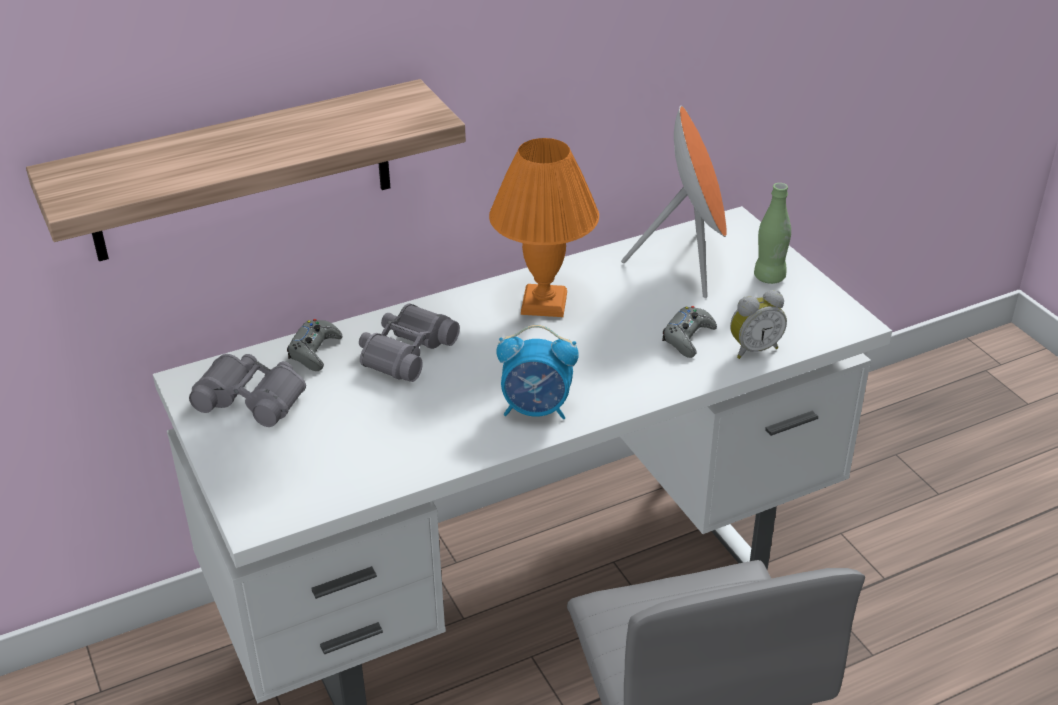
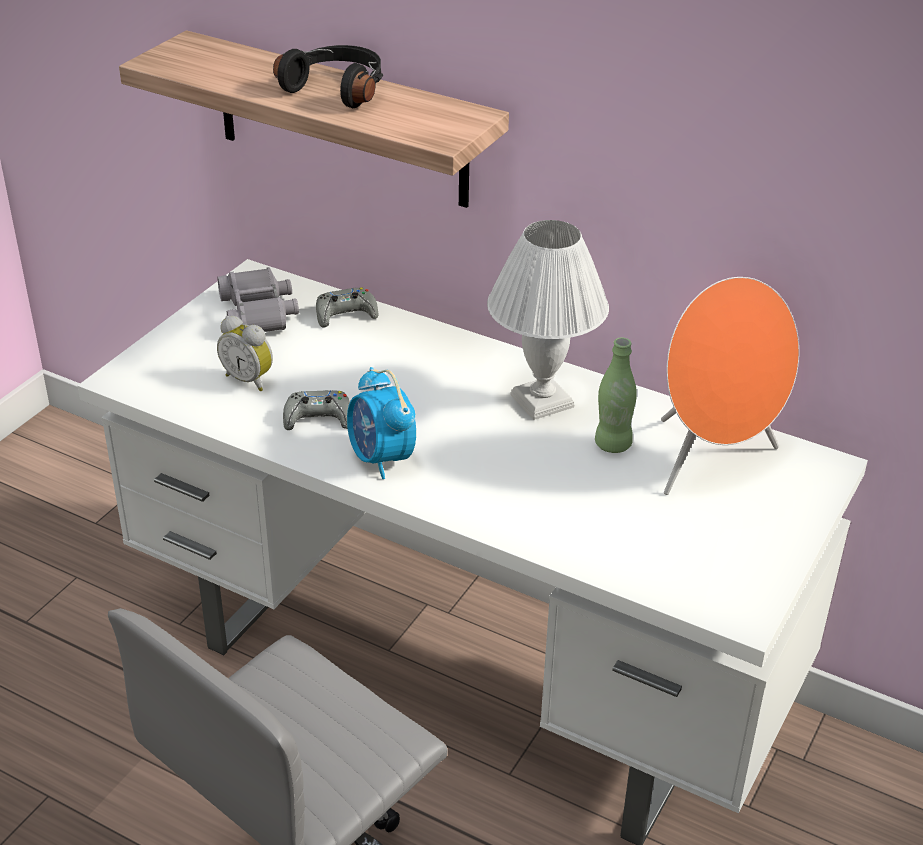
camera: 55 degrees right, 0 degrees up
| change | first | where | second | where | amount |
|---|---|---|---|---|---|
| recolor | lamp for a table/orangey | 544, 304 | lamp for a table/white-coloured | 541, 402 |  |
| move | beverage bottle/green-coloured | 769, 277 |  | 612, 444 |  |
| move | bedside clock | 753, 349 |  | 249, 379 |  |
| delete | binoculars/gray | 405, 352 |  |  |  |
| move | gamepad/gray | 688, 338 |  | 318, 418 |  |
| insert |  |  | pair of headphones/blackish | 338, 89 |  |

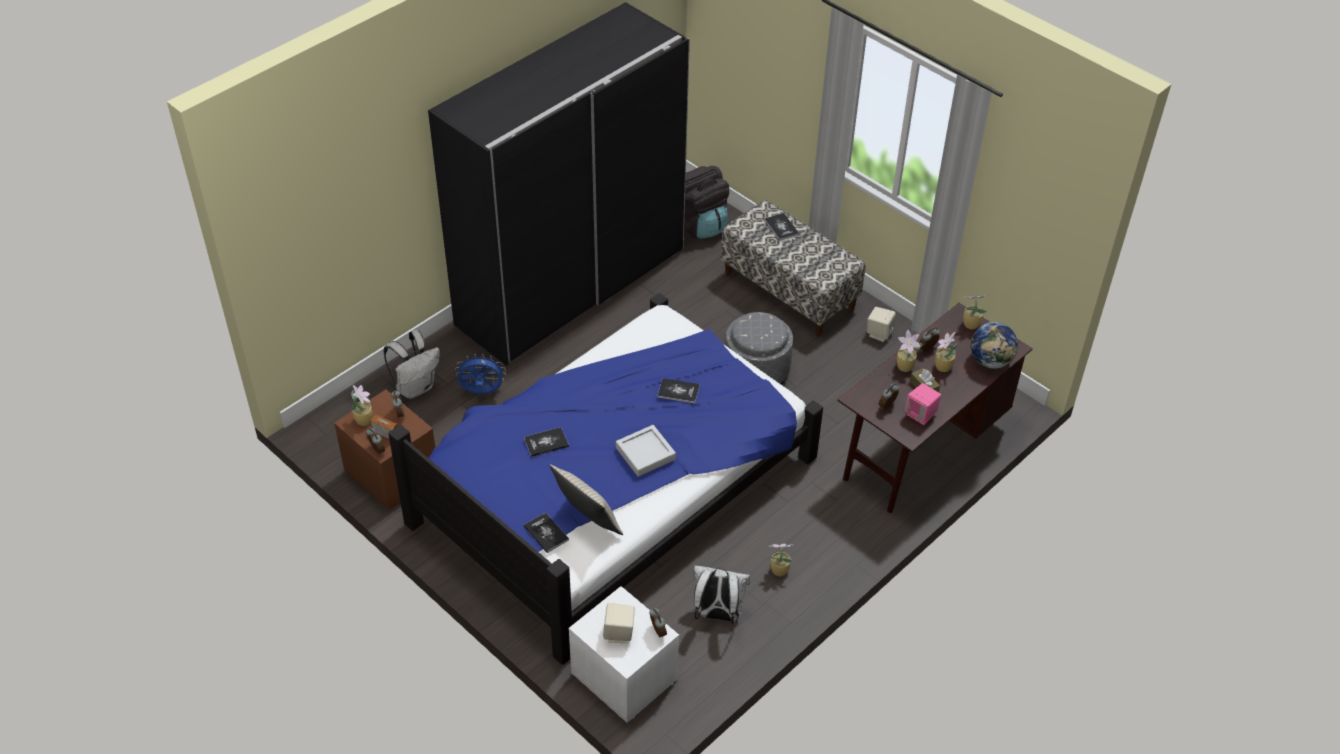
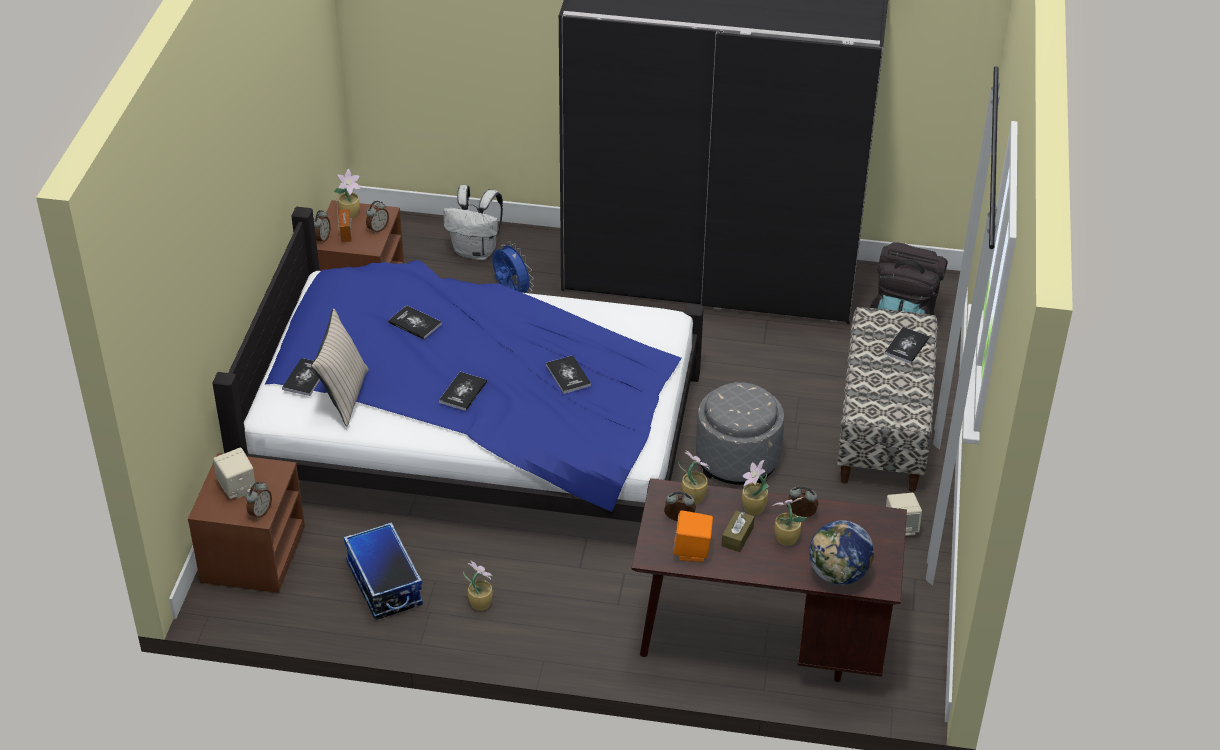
camera: 55 degrees right, 5 degrees down
| change | first | where | second | where | amount |
|---|---|---|---|---|---|
| move | potted plant | 970, 324 |  | 693, 496 |  |
| recolor | audio speaker/pinkish | 920, 415 | audio speaker/orangey | 692, 551 |  |
| replace | carrying tray/gray | 645, 454 | volume | 463, 392 |  |
| replace | backpack/white-coloured | 717, 614 | storage container | 383, 584 |  |
| recolor | night table/white-coloured | 622, 677 | night table/brown | 252, 554 |  |

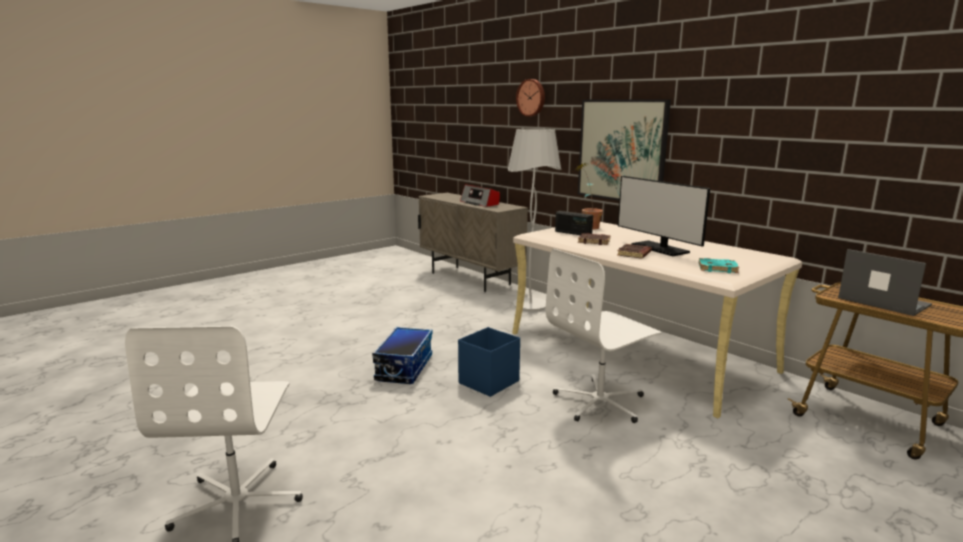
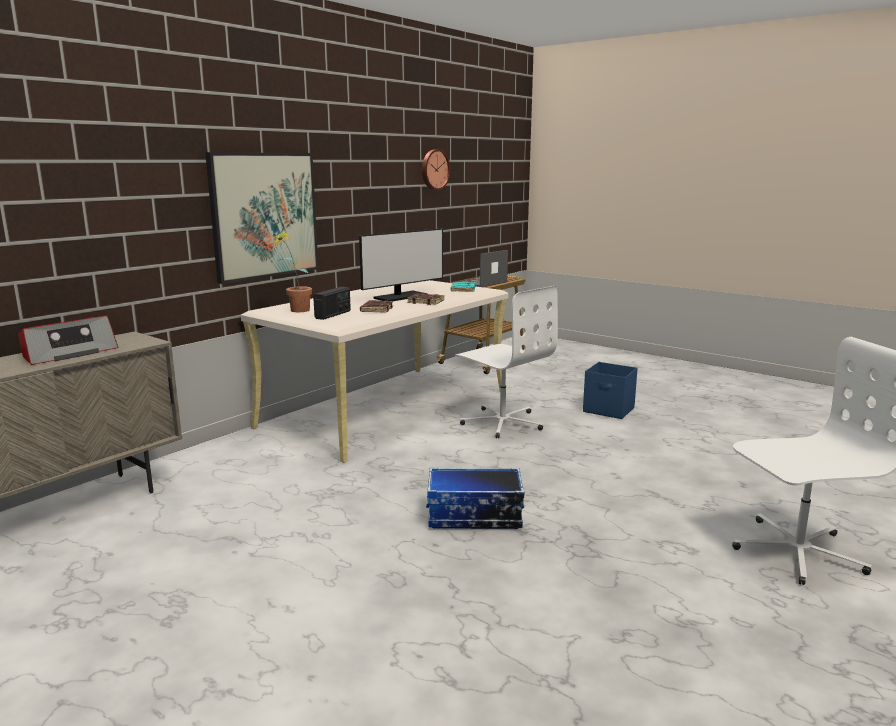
camera: 100 degrees left, 0 degrees up
| change | first | where | second | where | amount |
|---|---|---|---|---|---|
| move | hanging clock | 531, 97 |  | 434, 169 |  |
| delete | floor lamp/white-coloured | 530, 306 |  |  |  |
| move | storage container/blue | 488, 382 |  | 609, 410 |  |

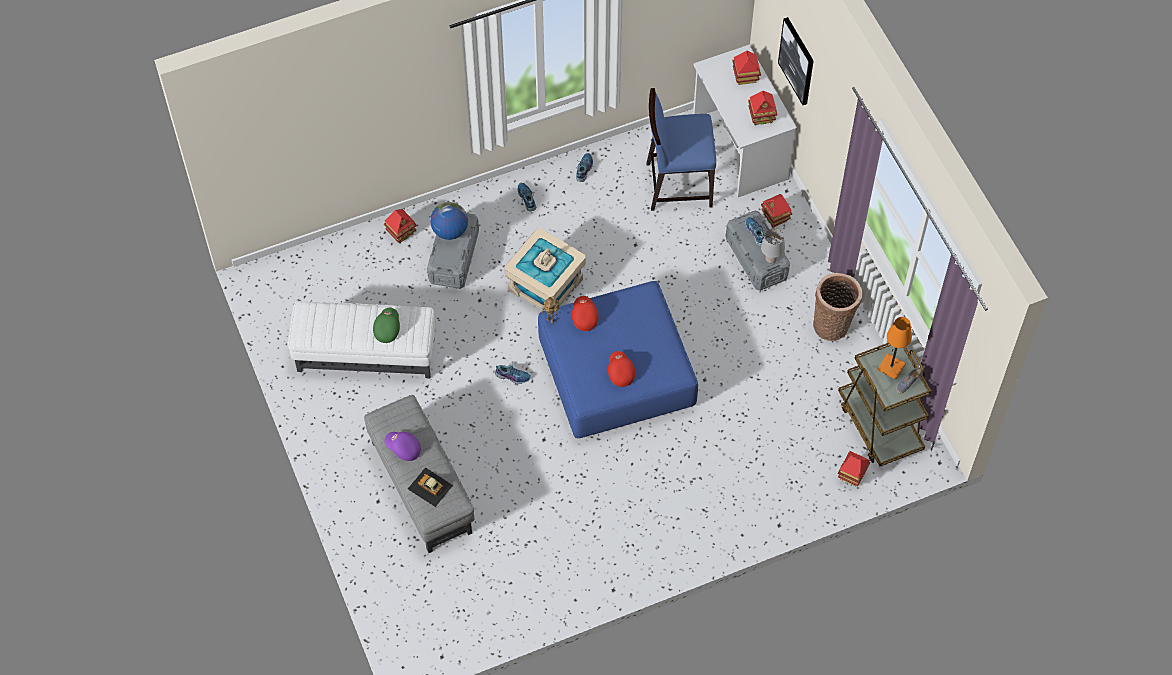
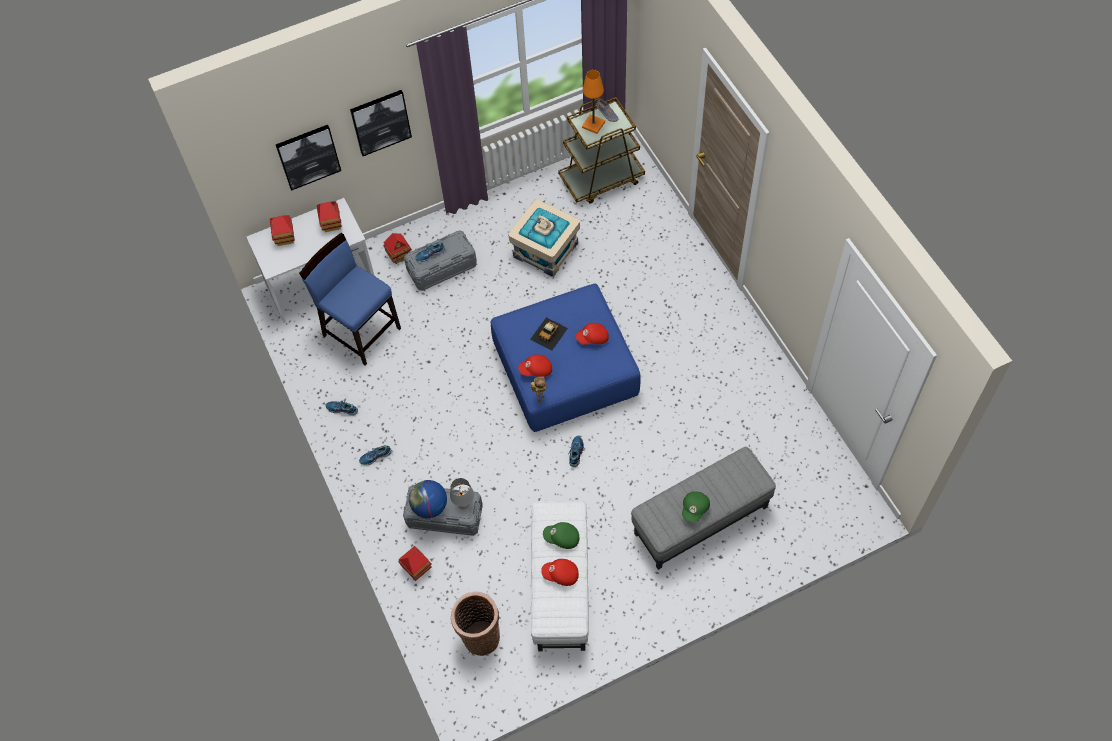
camera: 90 degrees left, 0 degrees up
| change | first | where | second | where | amount |
|---|---|---|---|---|---|
| rotate | upright chair/blue | 678, 184 |  | 361, 331 | 135 degrees clockwise |
| move | storage container/beige-coloured | 546, 285 |  | 546, 250 |  |
| move | lamp for a table/gray | 771, 259 |  | 463, 504 |  |
| move | storage basket | 832, 324 |  | 479, 636 |  |
| recolor | peaked cap/purple-coloured | 403, 448 | peaked cap/green-coloured | 695, 509 |  |
| delete | toy house | 852, 475 |  |  |  |
| move | model car | 430, 487 |  | 549, 333 |  |
| insert |  |  | picture | 380, 122 |  |
| insert |  |  | peaked cap/red | 561, 575 |  |

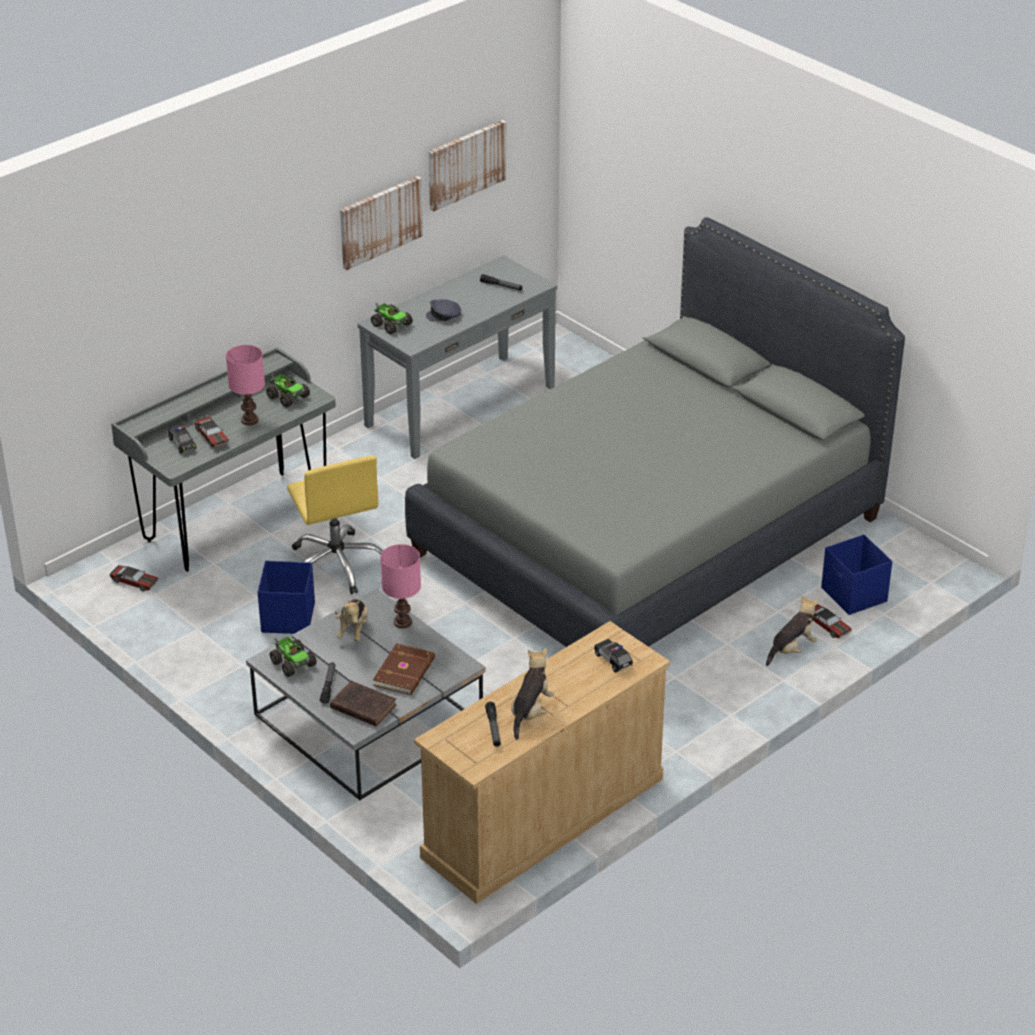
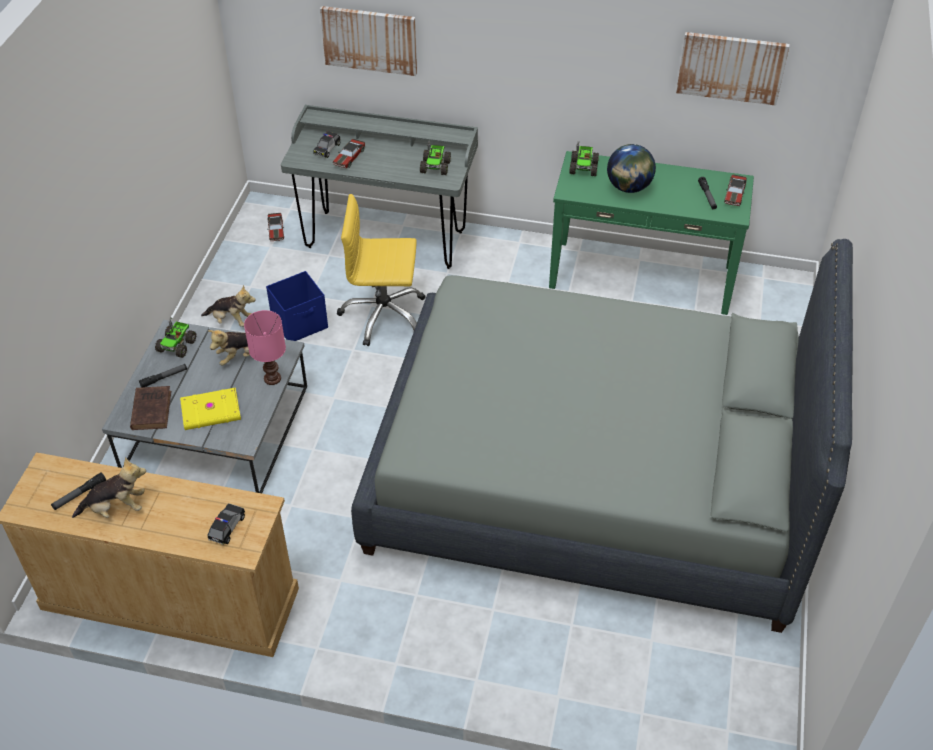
camera: 55 degrees right, 10 degrees up
| change | first | where | second | where | amount |
|---|---|---|---|---|---|
| move | picture | 380, 222 |  | 369, 40 |  |
| recolor | narrow table/gray | 460, 405 | narrow table/green-coloured | 641, 276 |  |
| replace | peaked cap/gray | 444, 315 | desk globe | 628, 187 |  |
| delete | lamp for a table/pinkish | 250, 420 |  |  |  |
| rotate | desk chair/yellow | 337, 564 |  | 383, 315 | 60 degrees clockwise |
| delete | storage container/blue | 854, 595 |  |  |  |
| move | soft toy | 791, 649 |  | 231, 320 |  |
| move | model car | 828, 626 |  | 734, 194 |  |
| recolor | volume/brown | 405, 672 | volume/yellow | 211, 412 |  |

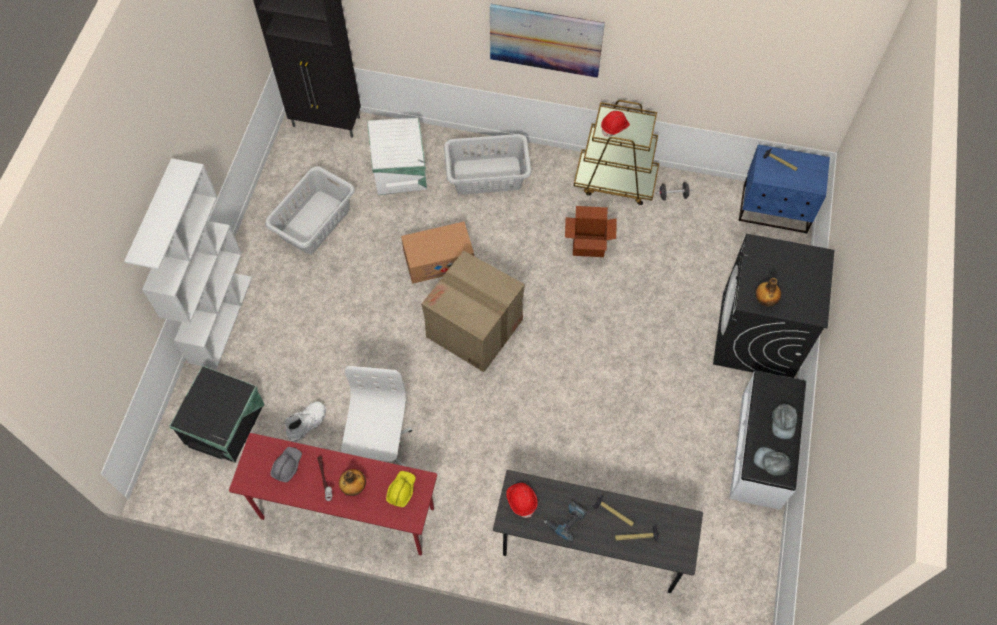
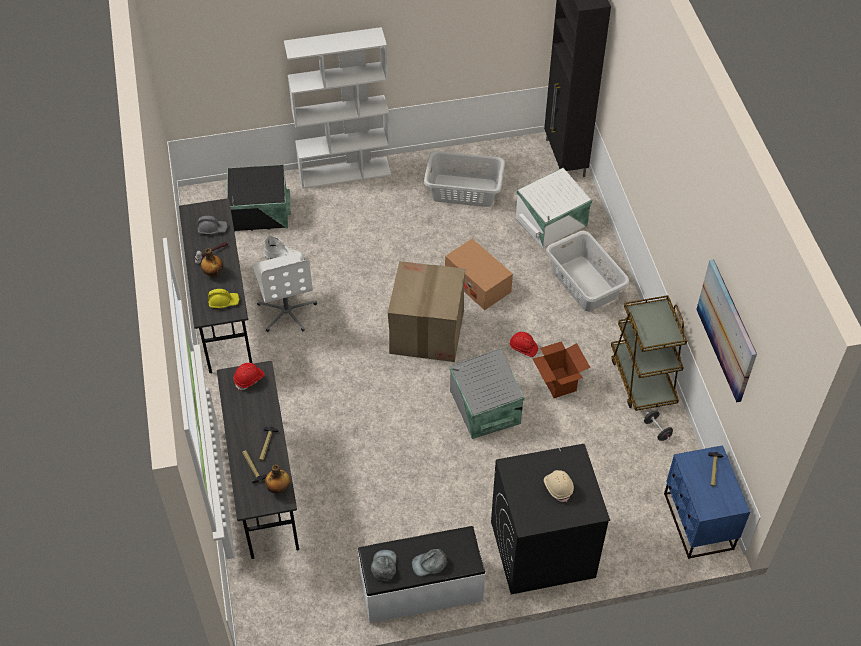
camera: 65 degrees right, 10 degrees down
| change | first | where | second | where | amount |
|---|---|---|---|---|---|
| move | picture | 545, 39 |  | 727, 330 |  |
| move | hard hat/red | 615, 127 |  | 523, 348 |  |
| move | beverage bottle | 765, 300 |  | 279, 488 |  |
| rotate | desk chair/white-coloured | 379, 447 |  | 287, 311 | 90 degrees clockwise |
| recolor | desk table/red | 347, 514 | desk table/gray | 222, 313 |  |
| delete | power drill | 566, 520 |  |  |  |
| insert |  |  | storage container/gray | 484, 408 |  |
| insert |  |  | hard hat/beige-coloured | 558, 487 |  |

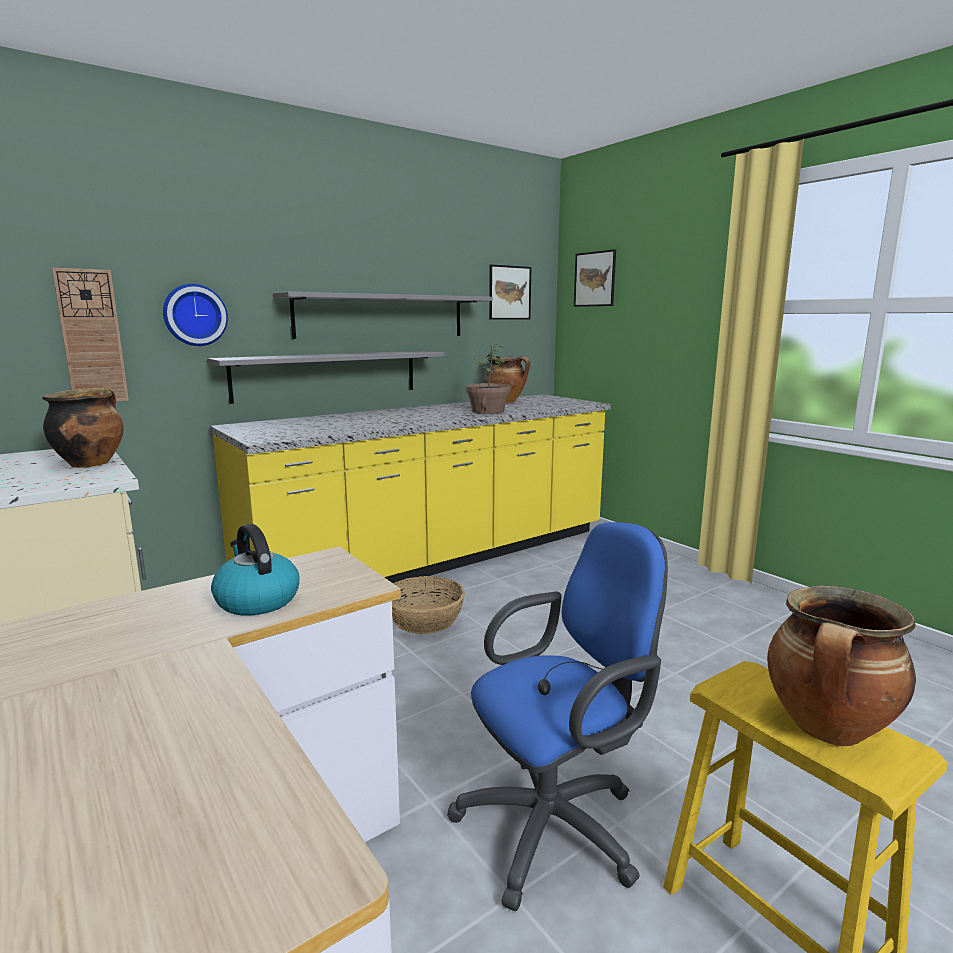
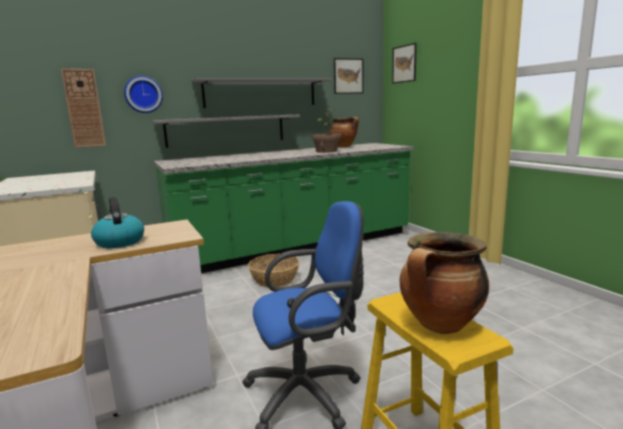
camera: 10 degrees right, 0 degrees up
| change | first | where | second | where | amount |
|---|---|---|---|---|---|
| delete | cooking pot | 90, 463 |  |  |  |
| recolor | kitchen base unit/yellow | 435, 559 | kitchen base unit/green-coloured | 295, 246 |  |

